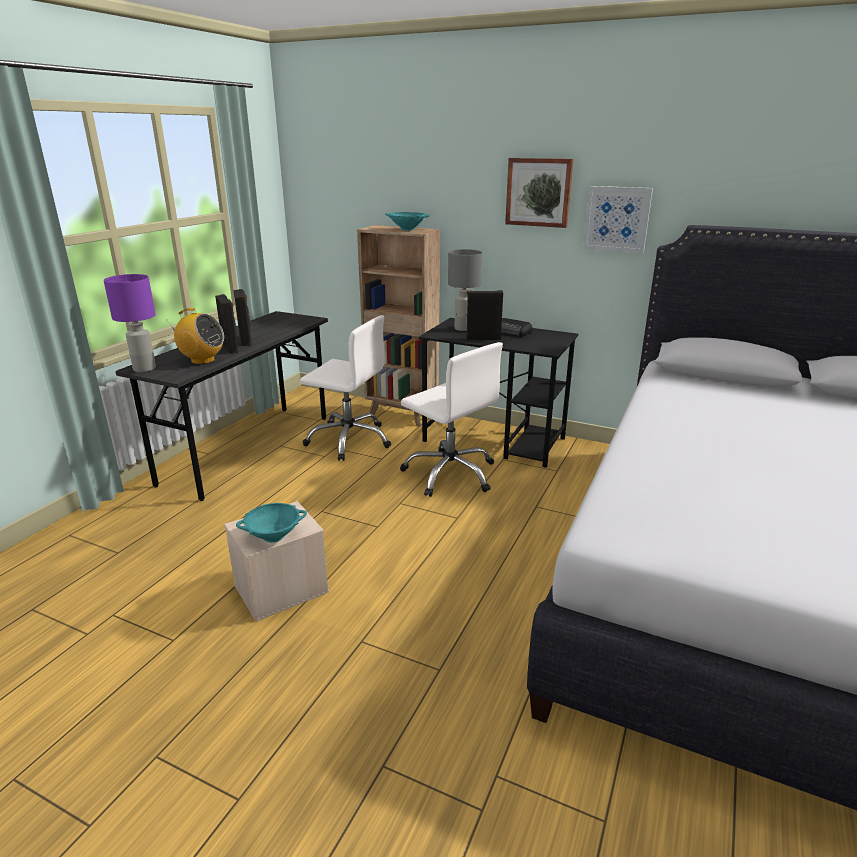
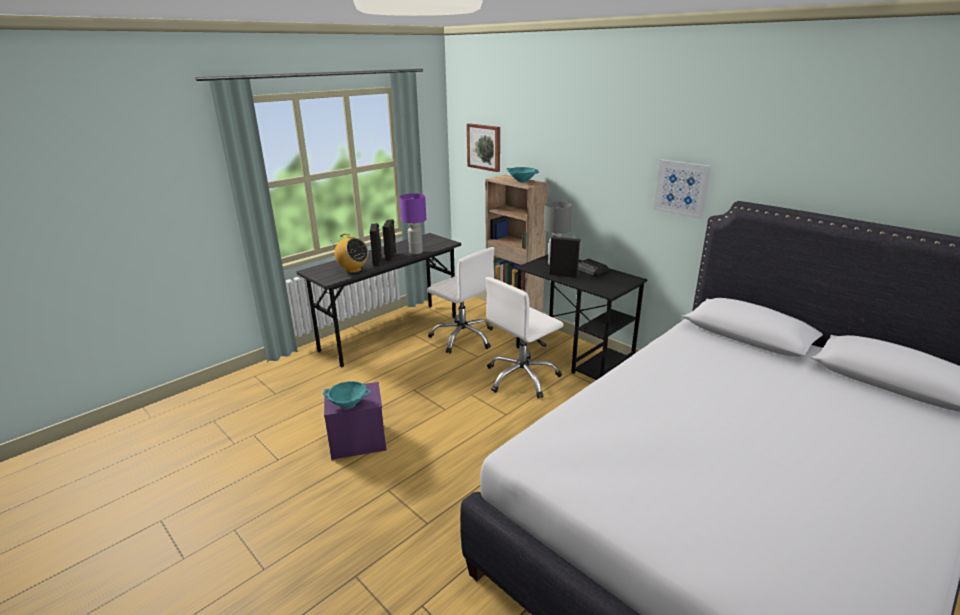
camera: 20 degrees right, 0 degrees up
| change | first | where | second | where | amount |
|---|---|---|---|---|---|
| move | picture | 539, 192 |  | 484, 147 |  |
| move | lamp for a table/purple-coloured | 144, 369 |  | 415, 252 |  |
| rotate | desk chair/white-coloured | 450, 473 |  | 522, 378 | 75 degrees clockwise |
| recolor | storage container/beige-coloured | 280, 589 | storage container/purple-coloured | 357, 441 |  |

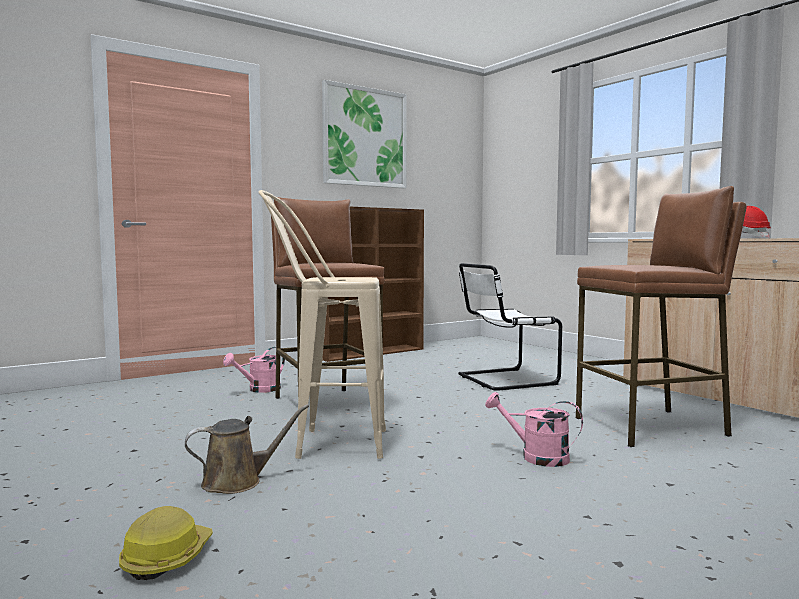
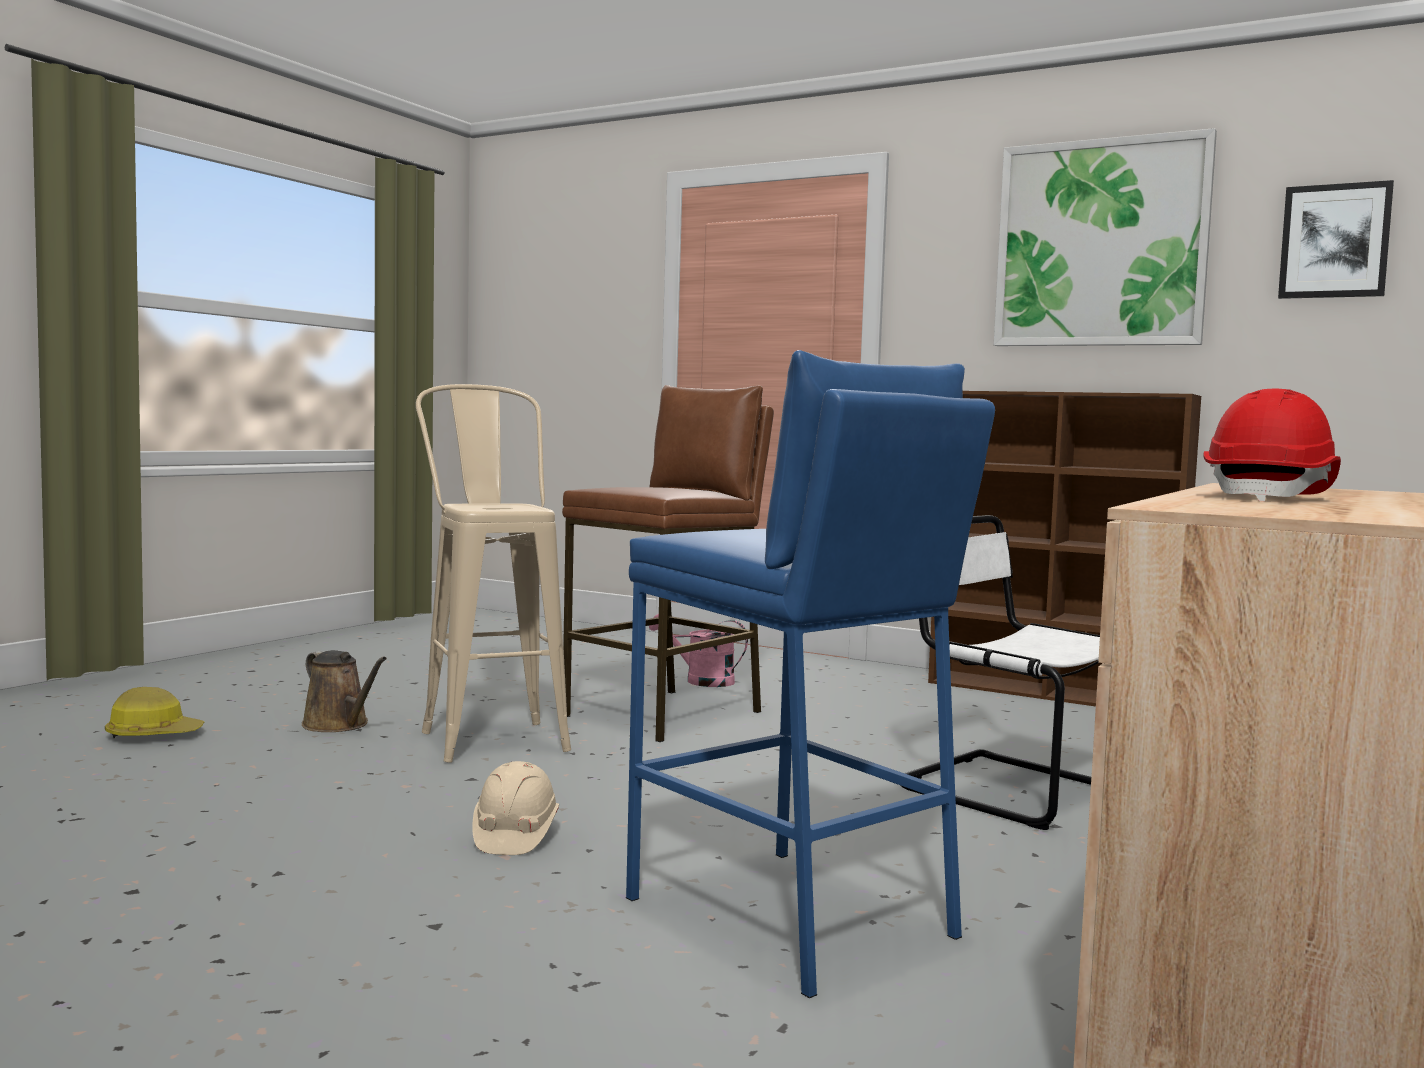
camera: 65 degrees right, 0 degrees up
| change | first | where | second | where | amount |
|---|---|---|---|---|---|
| recolor | stool seat/brown | 651, 427 | stool seat/blue | 790, 917 |  |
| replace | sprinkling can/pinkish | 536, 457 | hard hat/beige-coloured | 514, 836 |  |
| insert |  |  | picture | 1334, 241 |  |

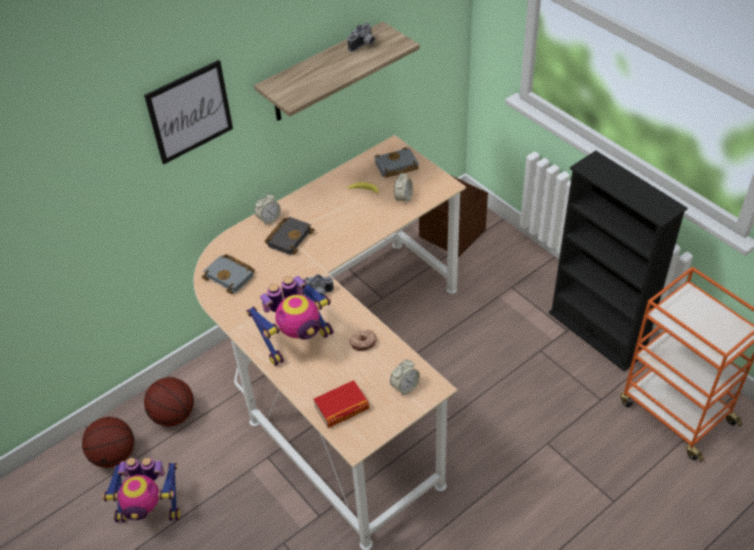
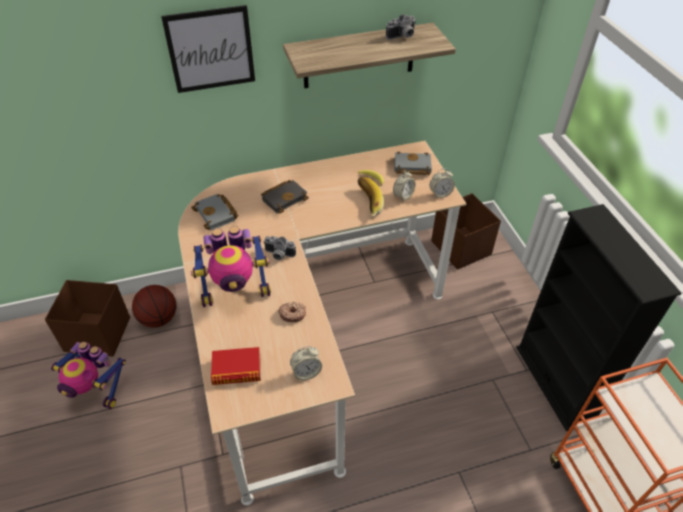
camera: 20 degrees right, 0 degrees up
| change | first | where | second | where | amount |
|---|---|---|---|---|---|
| move | bedside clock | 269, 219 |  | 440, 194 |  |
| replace | basketball ball | 114, 455 | storage container/brown | 97, 334 |  |
| insert |  |  | whole banana | 367, 203 |  |

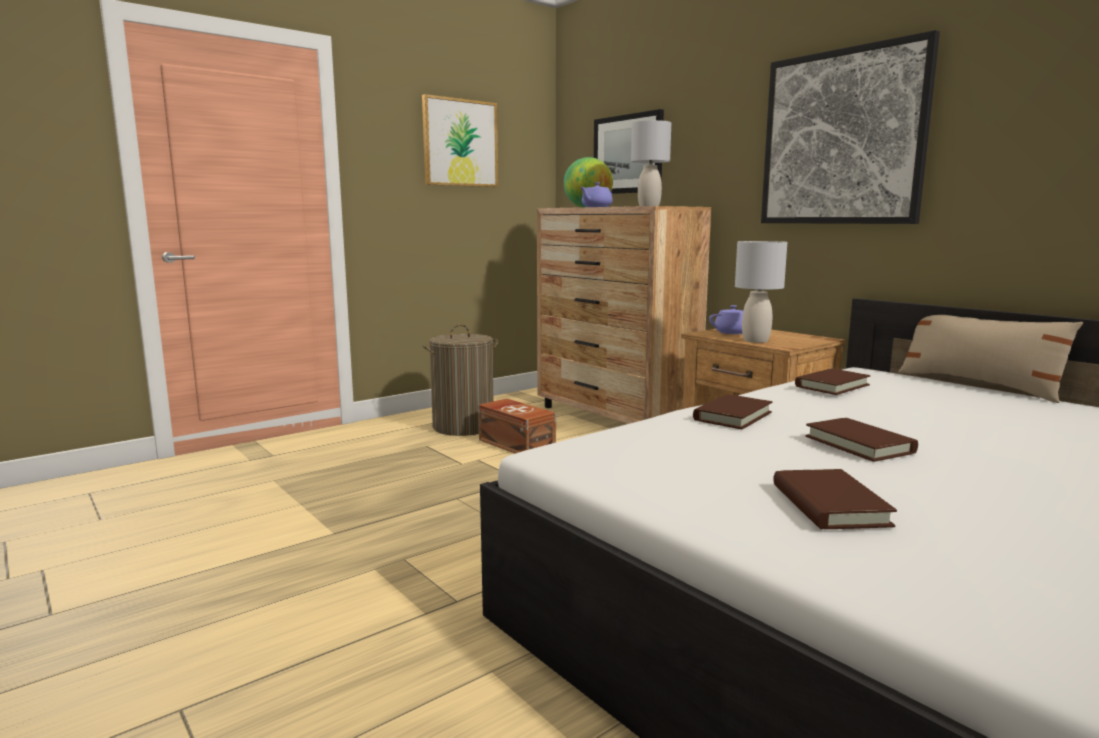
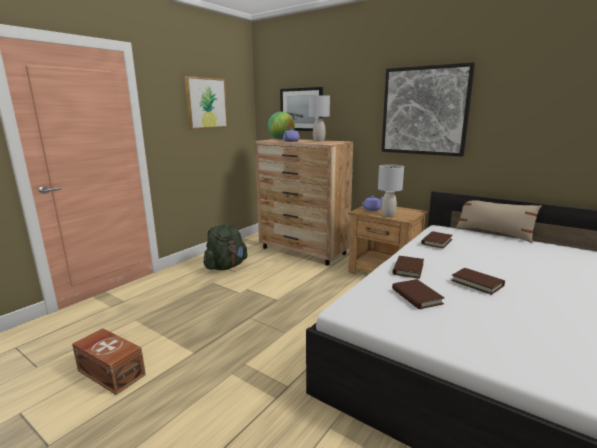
camera: 15 degrees left, 5 degrees up
| change | first | where | second | where | amount |
|---|---|---|---|---|---|
| replace | washing basket | 463, 426 | backpack/green-coloured | 226, 266 |  |
| move | storage container/brown | 516, 444 |  | 111, 372 |  |
| move | volume/brown | 829, 505 |  | 416, 296 |  |

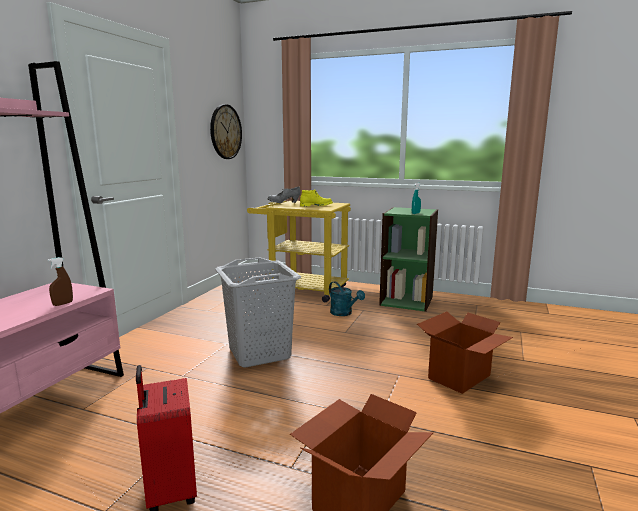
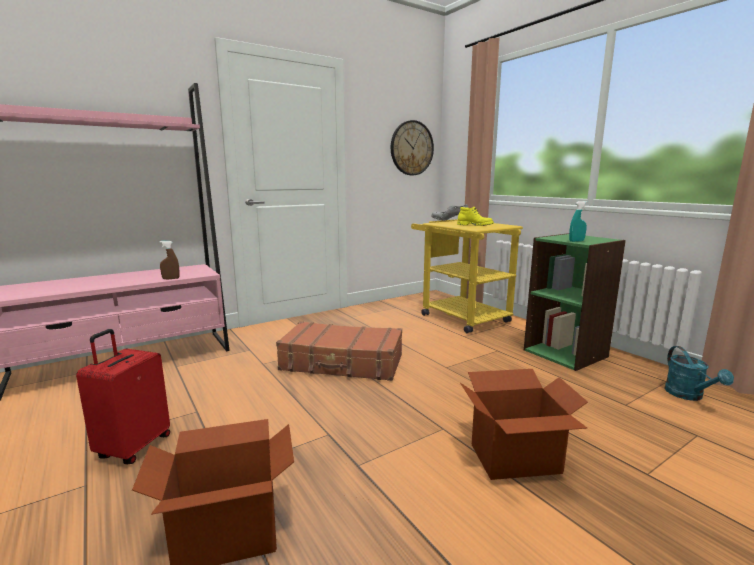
camera: 35 degrees right, 0 degrees up
| change | first | where | second | where | amount |
|---|---|---|---|---|---|
| replace | washing basket/gray | 260, 353 | travel case/brown | 342, 363 |  |
| move | sprinkling can/turquoise-coloured | 344, 313 |  | 688, 396 |  |

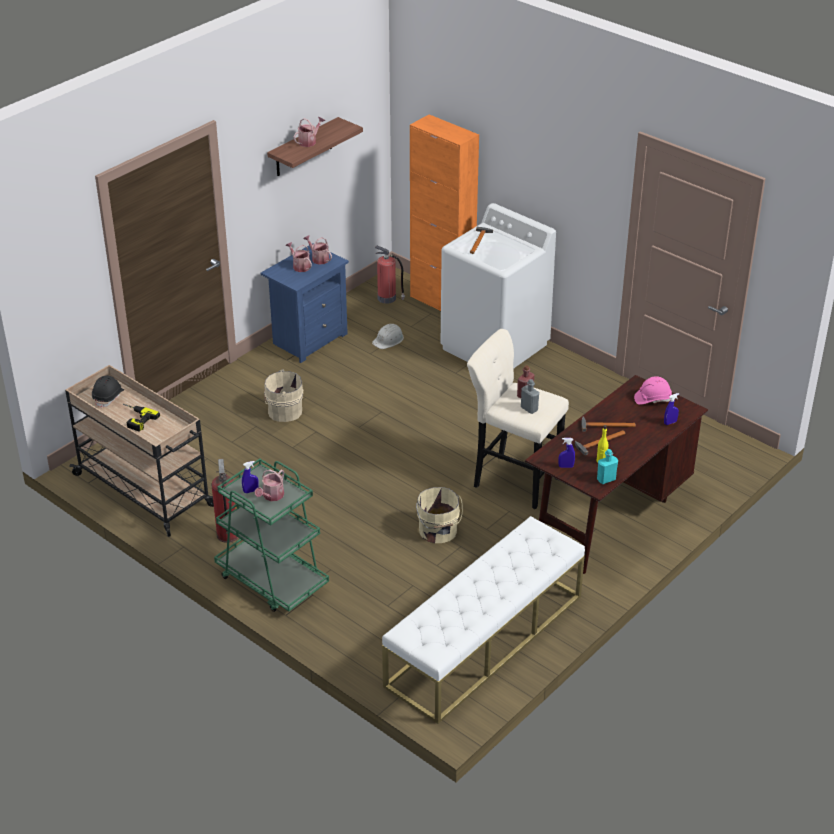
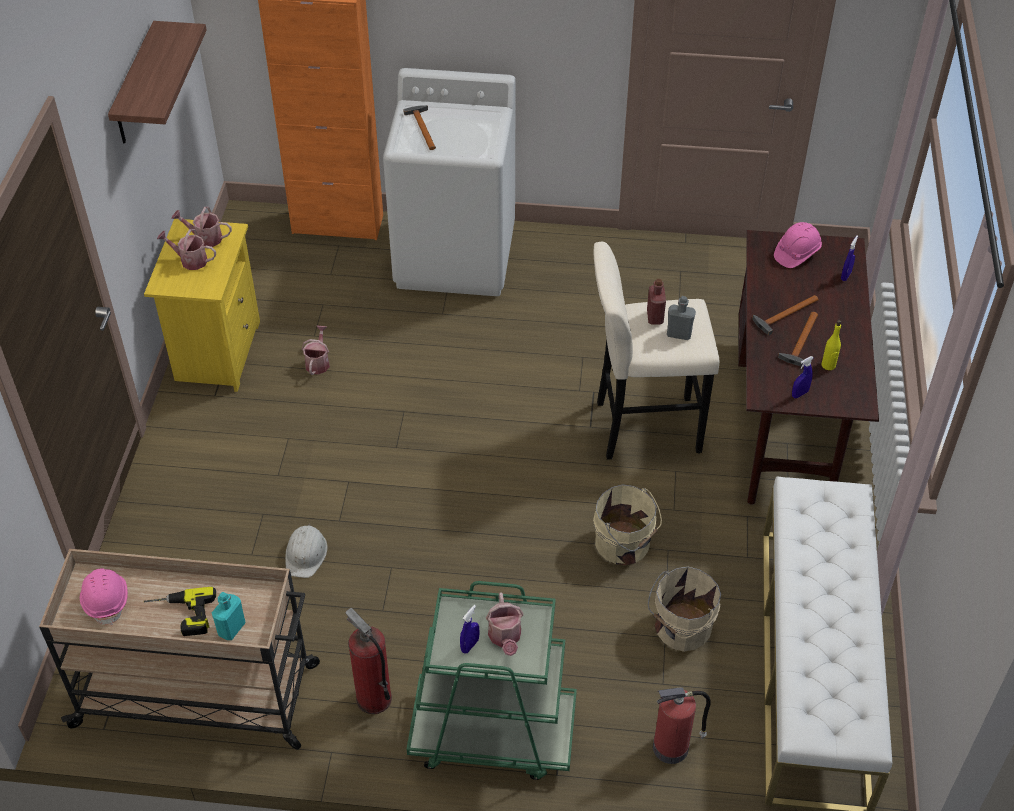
camera: 35 degrees left, 10 degrees up
| change | first | where | second | where | amount |
|---|---|---|---|---|---|
| move | sprinkling can | 309, 141 |  | 318, 362 |  |
| recolor | night table/blue | 308, 339 | night table/yellow | 216, 352 |  |
| move | extinguisher | 387, 298 |  | 672, 747 |  |
| move | hard hat/white-coloured | 388, 340 |  | 306, 554 |  |
| move | water bucket/beige-coloured | 283, 411 |  | 681, 628 |  |
| recolor | hard hat/blackish | 108, 397 | hard hat/pinkish | 107, 600 |  |
| move | beverage bottle/turquoise-coloured | 606, 479 |  | 231, 628 |  |

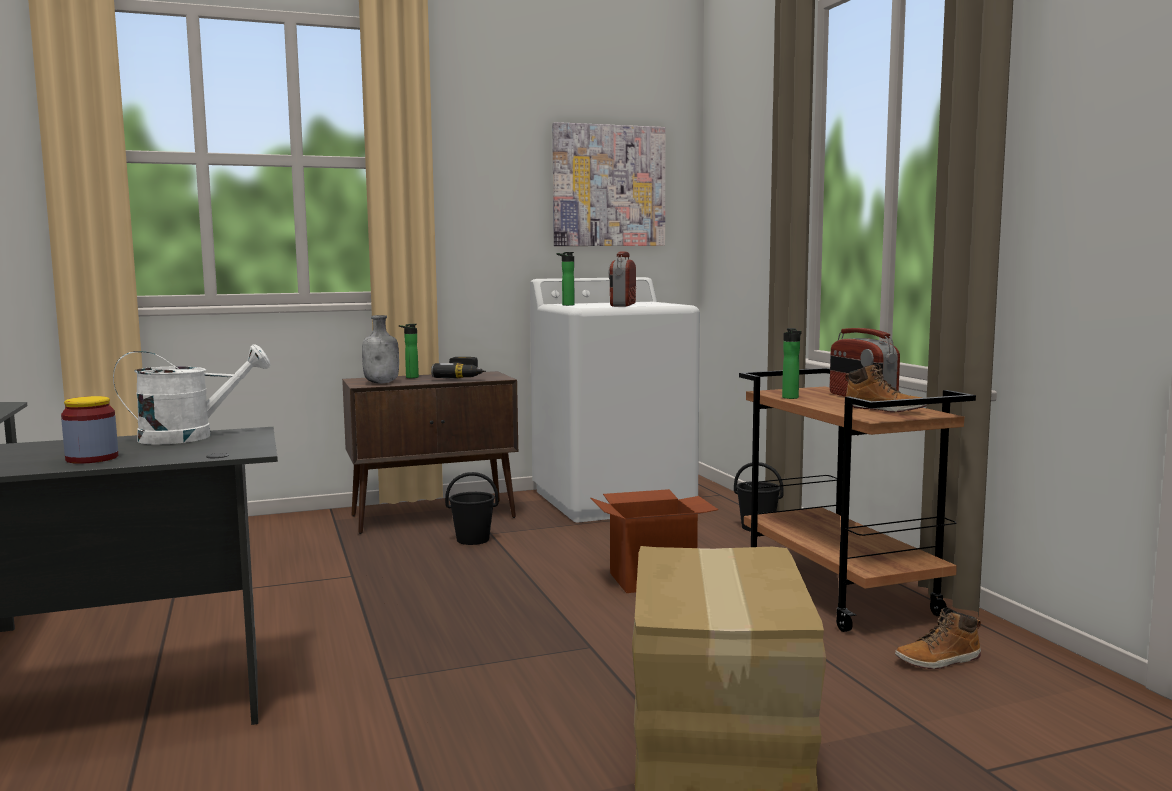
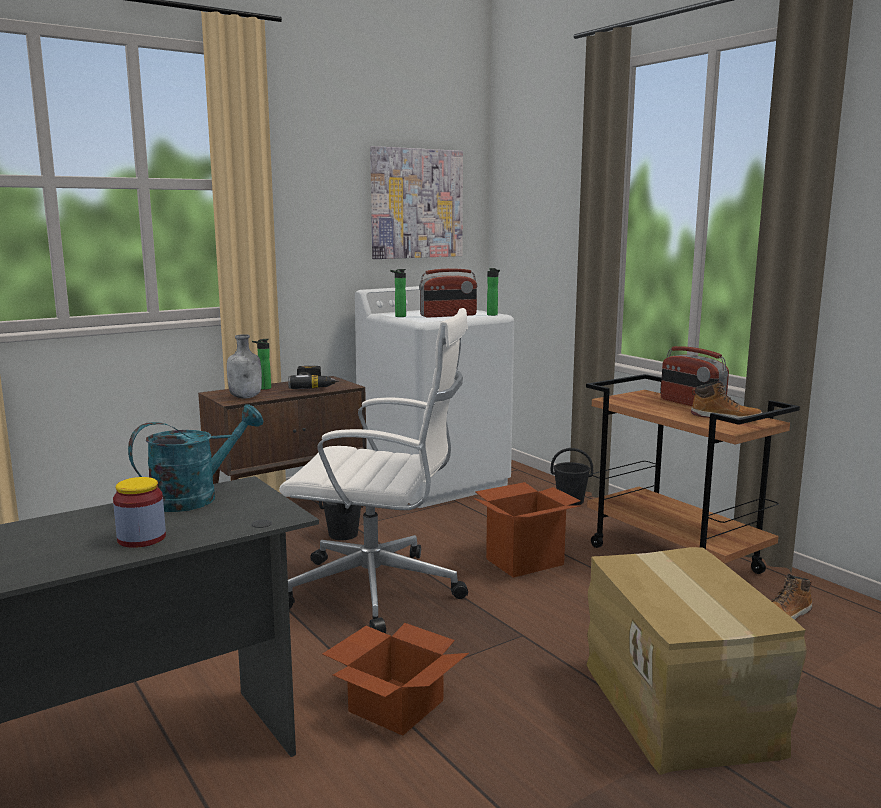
camera: 15 degrees left, 5 degrees up
| change | first | where | second | where | amount |
|---|---|---|---|---|---|
| rotate | radio set | 622, 305 |  | 448, 315 | 105 degrees counterclockwise |
| move | beverage bottle | 791, 398 |  | 493, 315 |  |
| recolor | sprinkling can/white-coloured | 190, 436 | sprinkling can/turquoise-coloured | 195, 497 |  |
| insert |  |  | desk chair/white-coloured | 379, 591 |  |
| insert |  |  | packing box | 395, 704 |  |

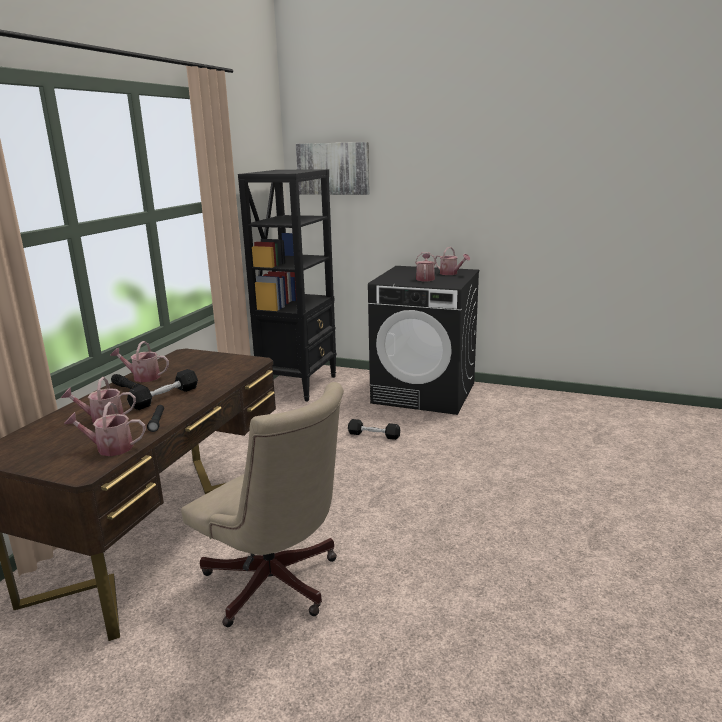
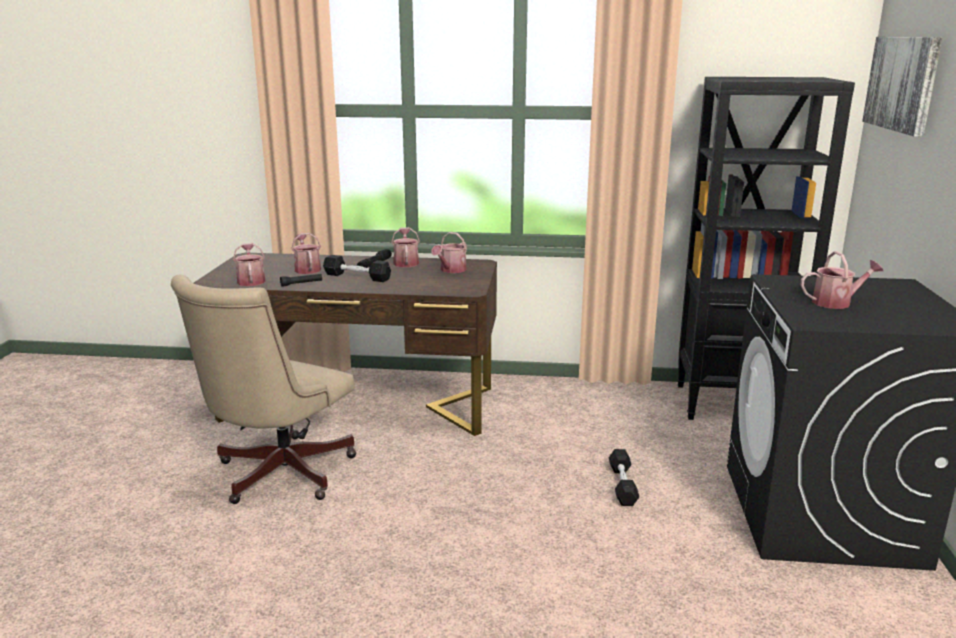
camera: 75 degrees right, 0 degrees up
| change | first | where | second | where | amount |
|---|---|---|---|---|---|
| move | sprinkling can | 451, 273 |  | 451, 270 |  |

